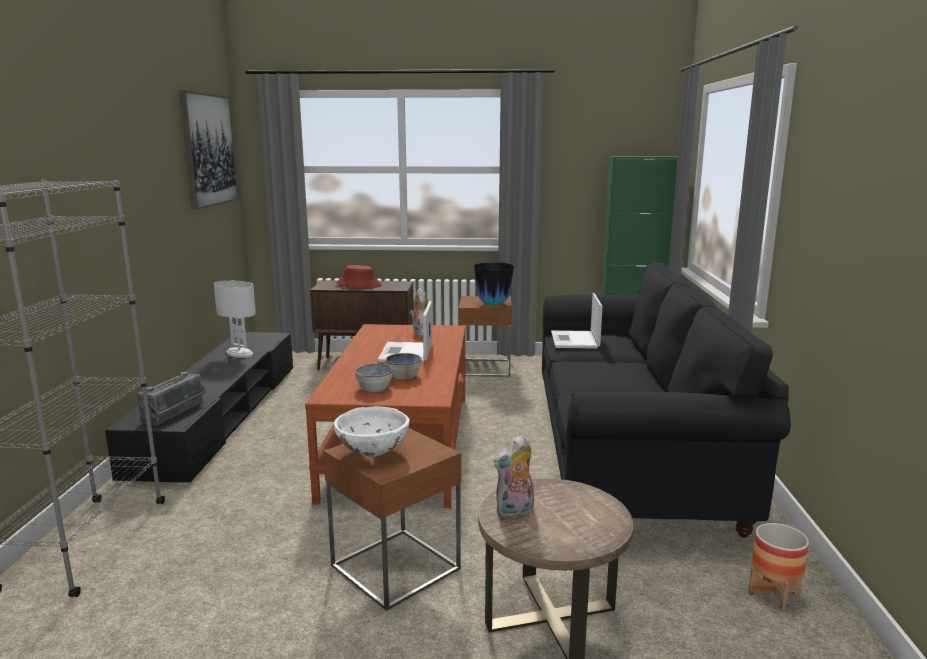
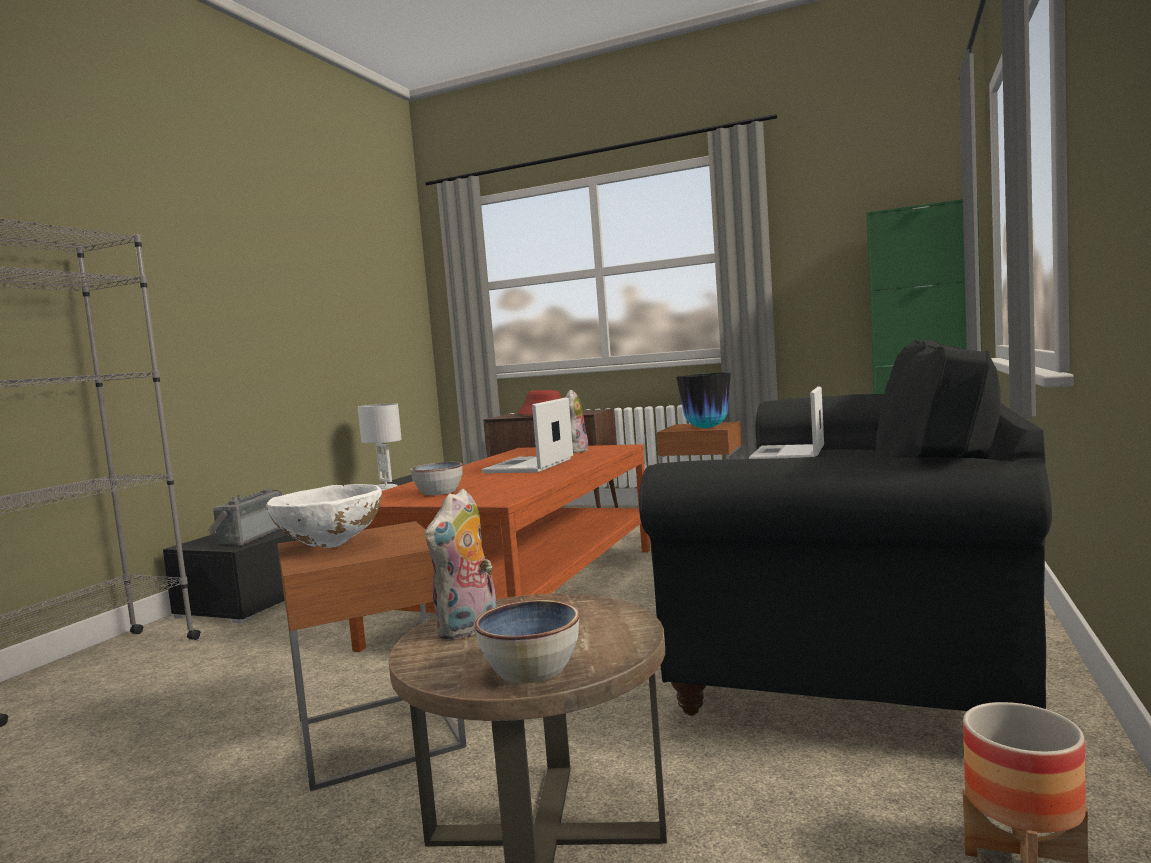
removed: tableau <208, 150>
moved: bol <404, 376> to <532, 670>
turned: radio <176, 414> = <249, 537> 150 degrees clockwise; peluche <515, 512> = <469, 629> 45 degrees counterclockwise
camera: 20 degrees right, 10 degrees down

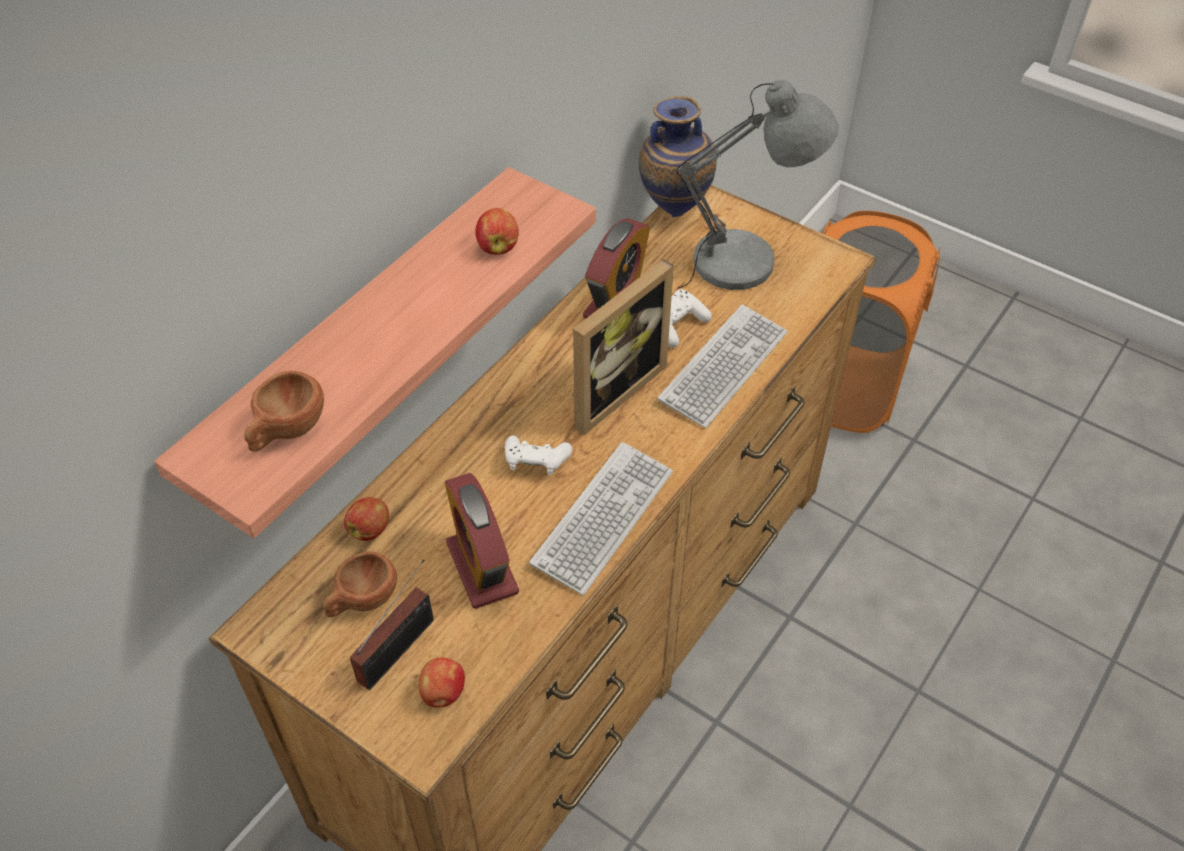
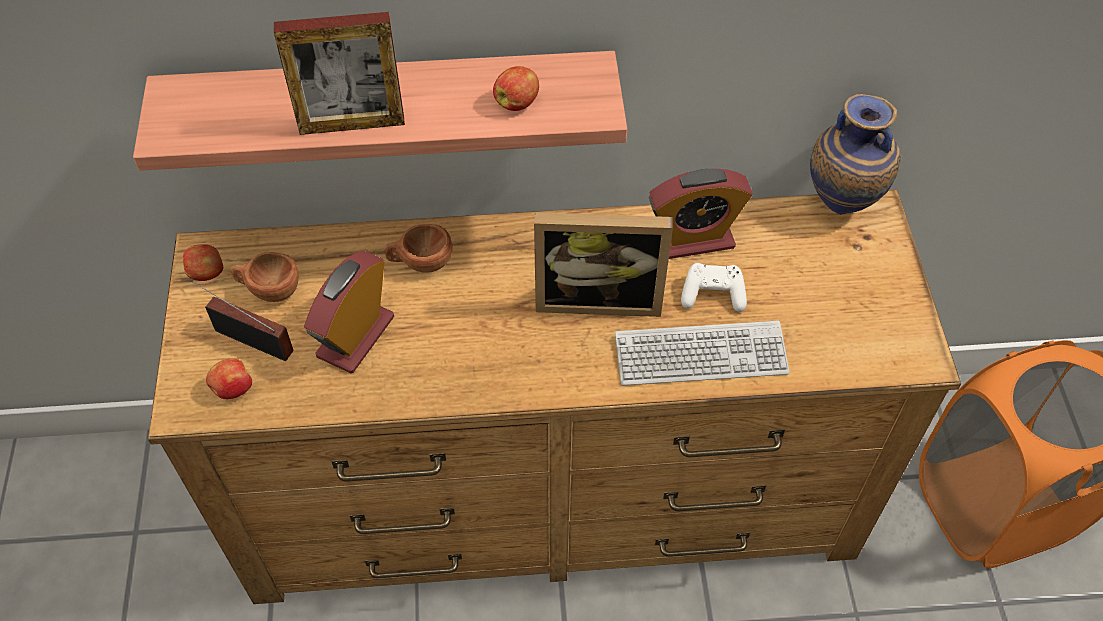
removed: manette (blanc) <536, 463>; clavier <603, 518>; lampe de table (gris) <745, 263>
added: cadre photo <352, 124>
moved: tasse (marron) <286, 431> to <420, 263>; pomme <370, 529> to <207, 273>
turned: radio <401, 647> = <250, 338> 150 degrees counterclockwise
camera: 50 degrees right, 5 degrees up

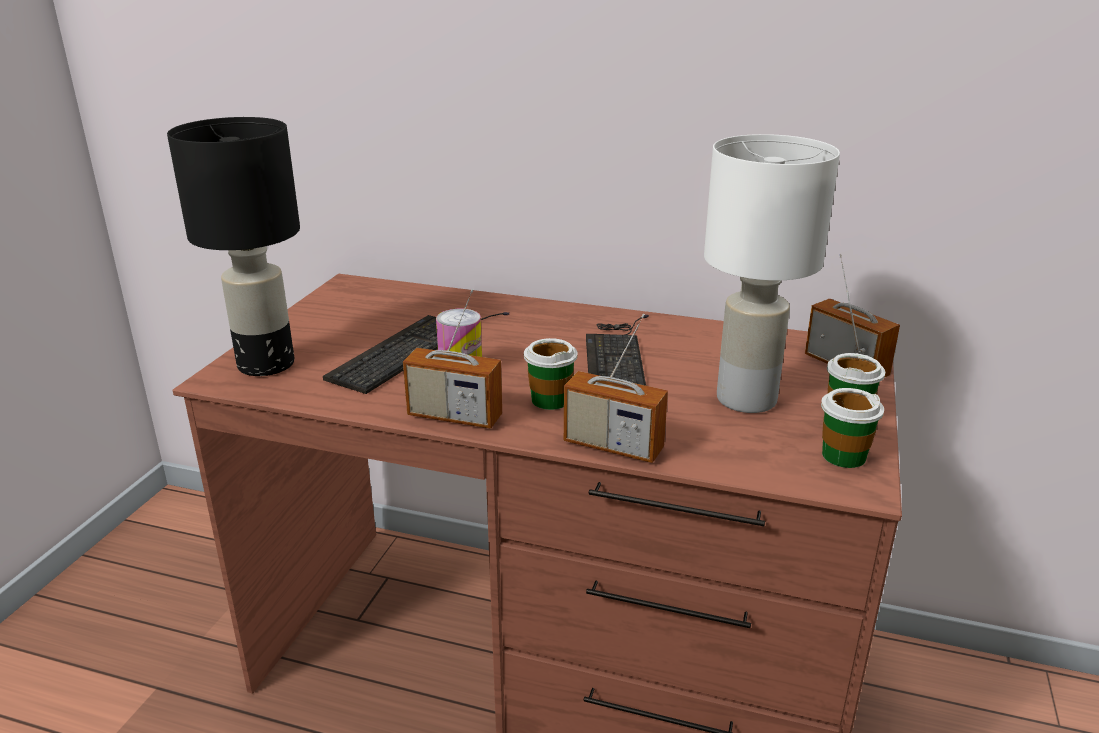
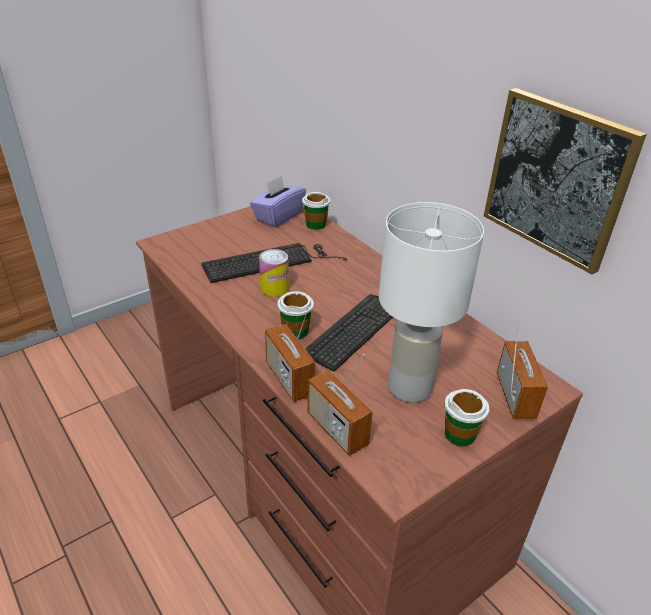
removed: lampe de table (noir) <264, 364>
added: boîte à mouchoirs (violet) <278, 216>; tableau <557, 179>
moved: radio <454, 416> to <337, 429>; tasse <843, 456> to <315, 224>
camera: 35 degrees right, 10 degrees up

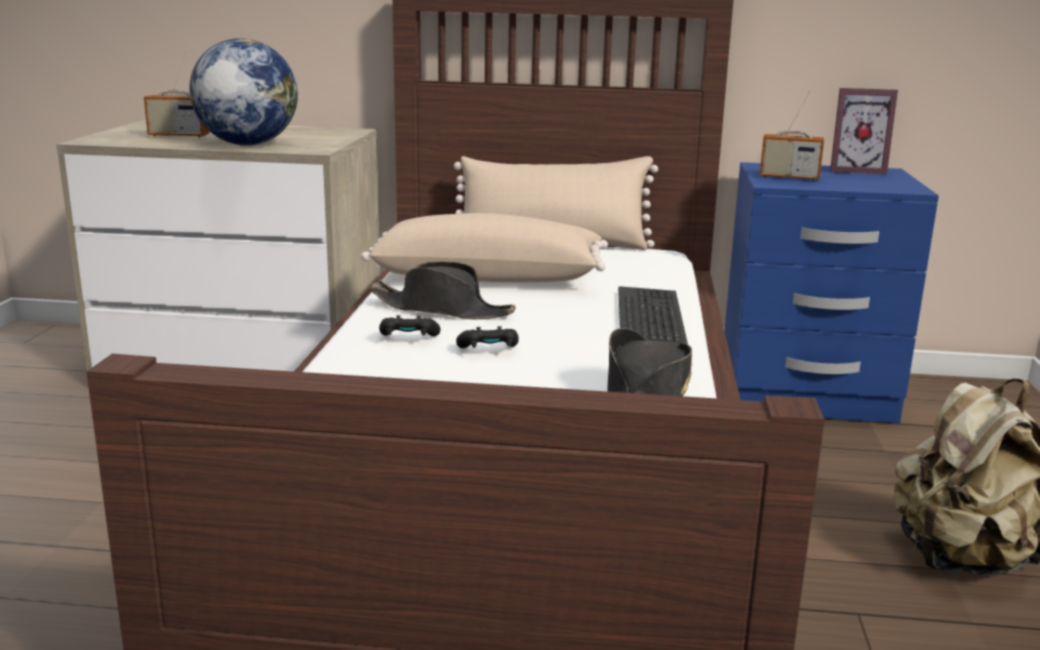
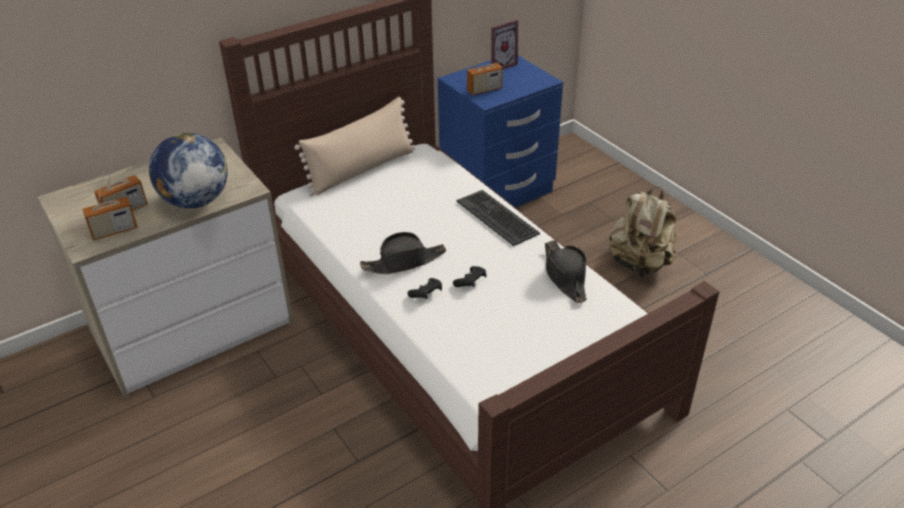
removed: coussin (beige) <488, 277>
added: radio <114, 231>
camera: 40 degrees left, 20 degrees up

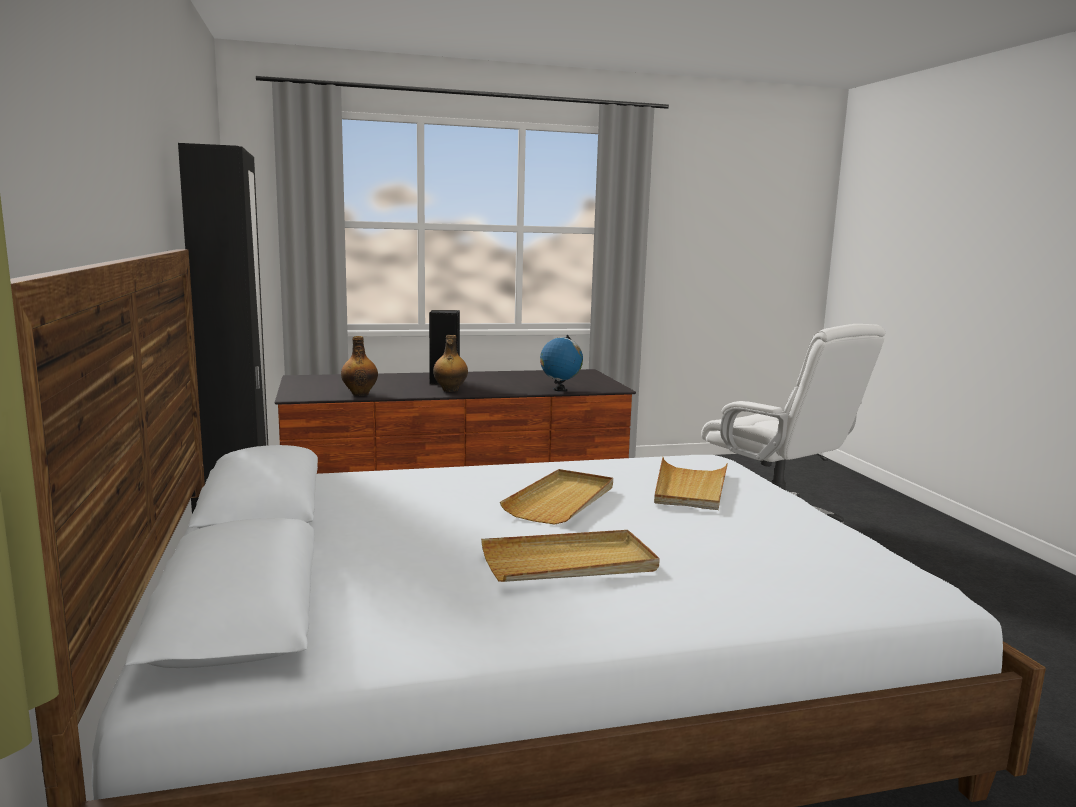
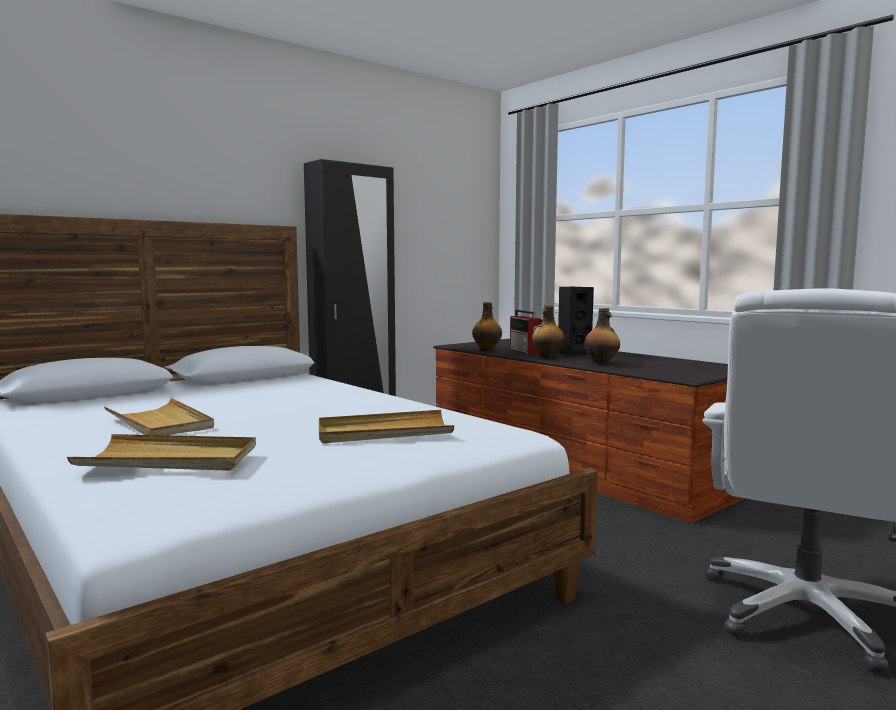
removed: globe <560, 390>
added: radio <525, 351>; bouteille <601, 363>
moved: plateau (beige) <562, 500> to <169, 459>
camera: 65 degrees right, 5 degrees down

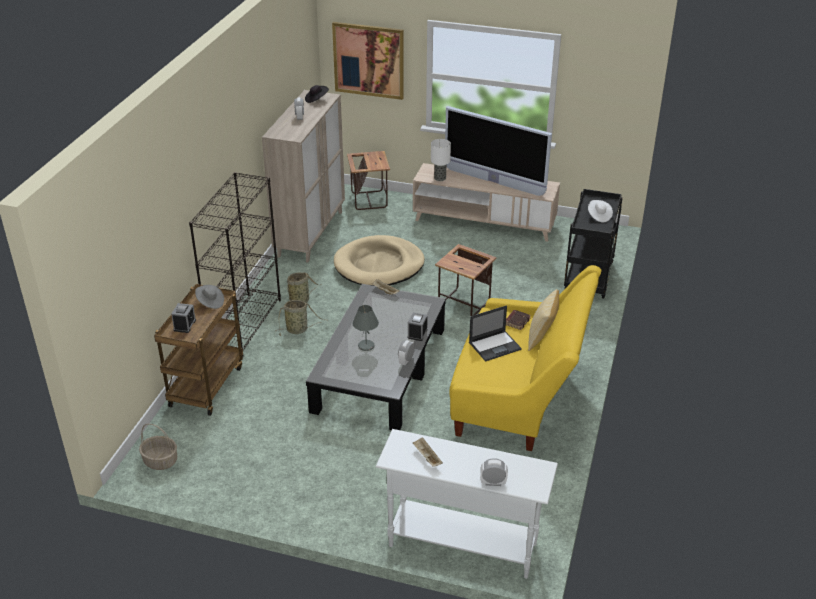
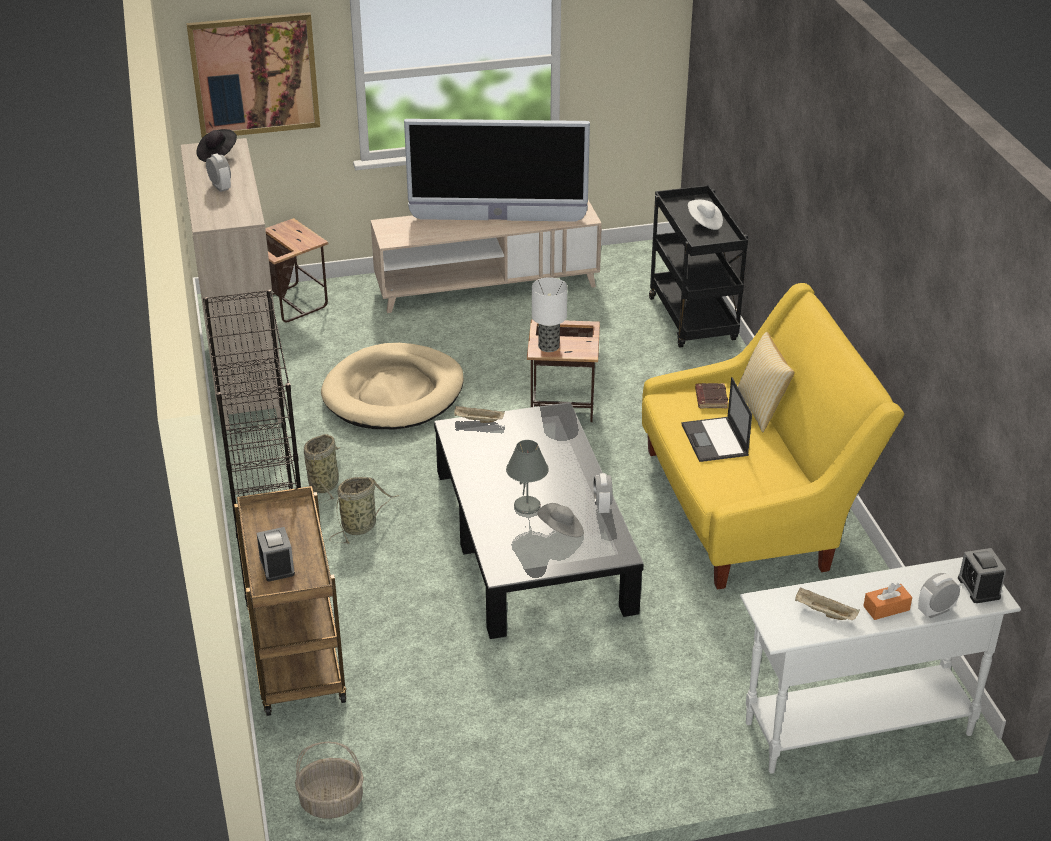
added: boîte à mouchoirs (orange) <886, 608>
moved: chapeau (gris) <210, 302> to <561, 530>; réveil <417, 333> to <978, 588>; lampe de table <439, 178> to <548, 346>
turned: ordinateur portable <495, 346> = <715, 440> 135 degrees clockwise
camera: 30 degrees left, 0 degrees up

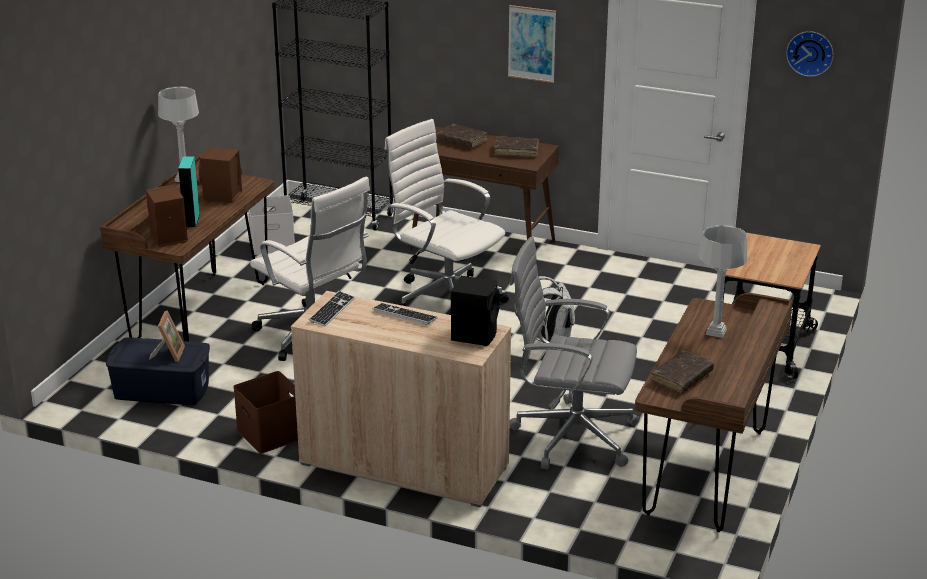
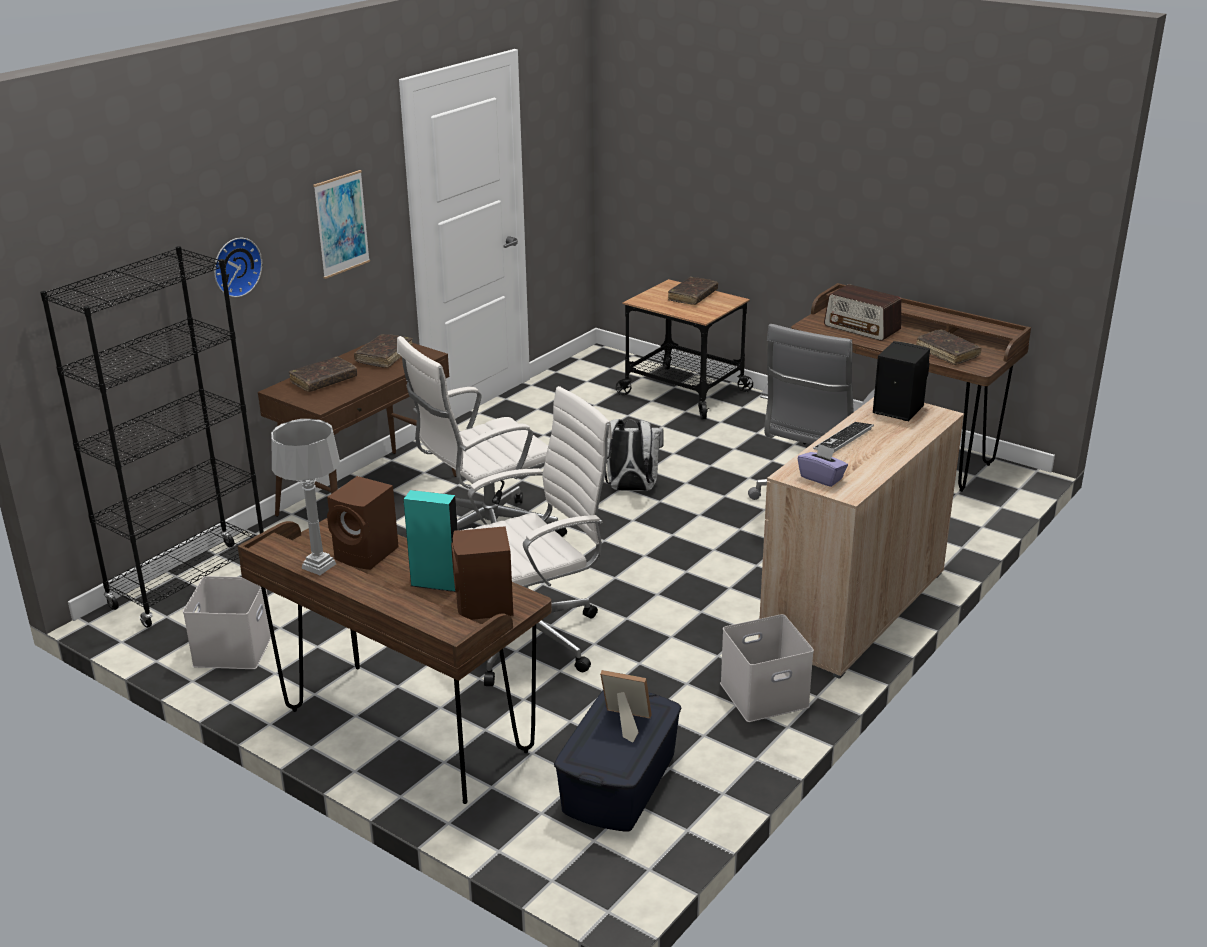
added: livre (marron) <692, 296>
moved: horloge murale <810, 52> to <235, 266>
replaced: clavier <332, 310> to boîte à mouchoirs (violet) <821, 478>; lampe de table (gris) <716, 332> to radio <862, 328>
recoloured: boîte de rangement (marron) <269, 433> to boîte de rangement (blanc) <763, 696>
camera: 75 degrees left, 0 degrees up

